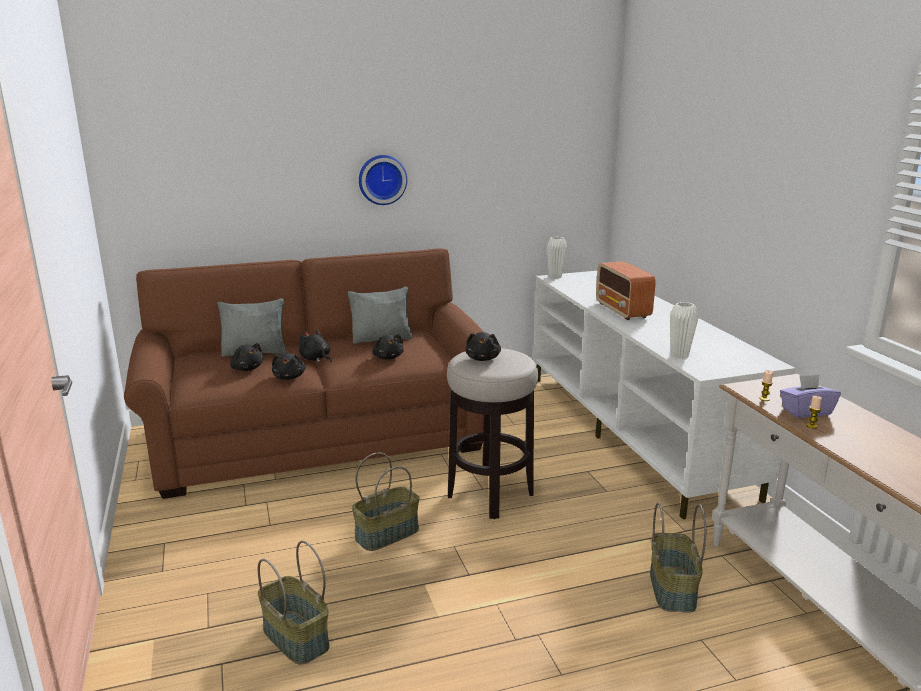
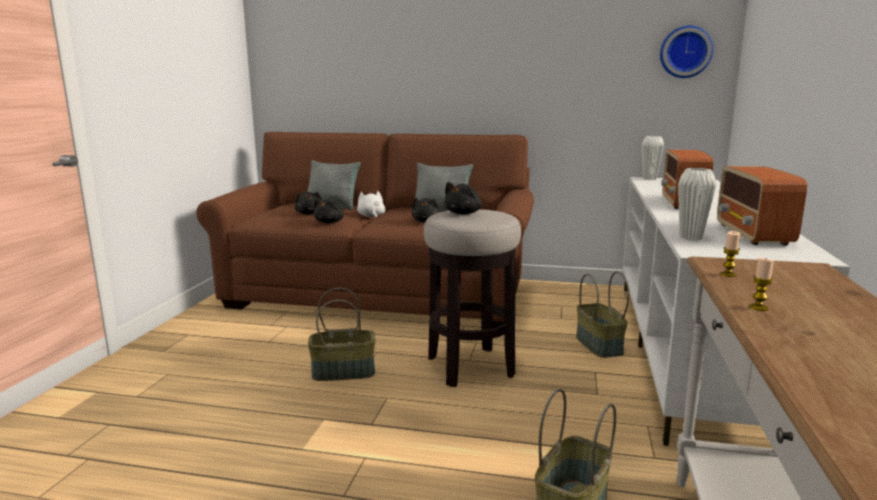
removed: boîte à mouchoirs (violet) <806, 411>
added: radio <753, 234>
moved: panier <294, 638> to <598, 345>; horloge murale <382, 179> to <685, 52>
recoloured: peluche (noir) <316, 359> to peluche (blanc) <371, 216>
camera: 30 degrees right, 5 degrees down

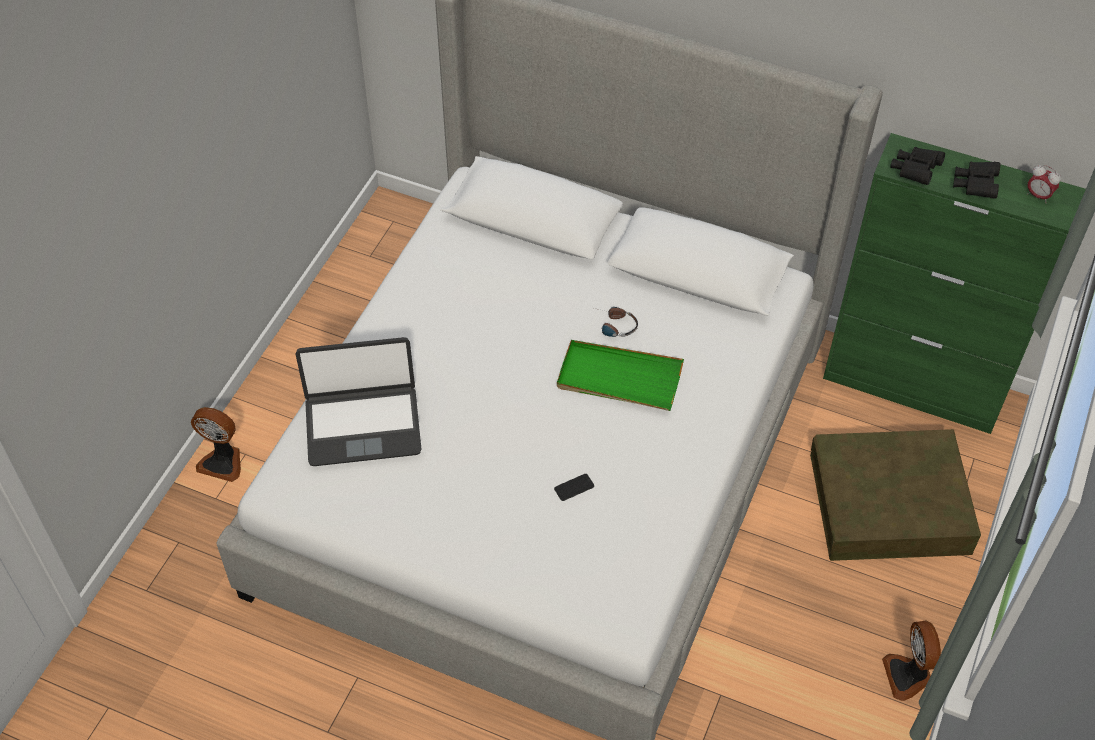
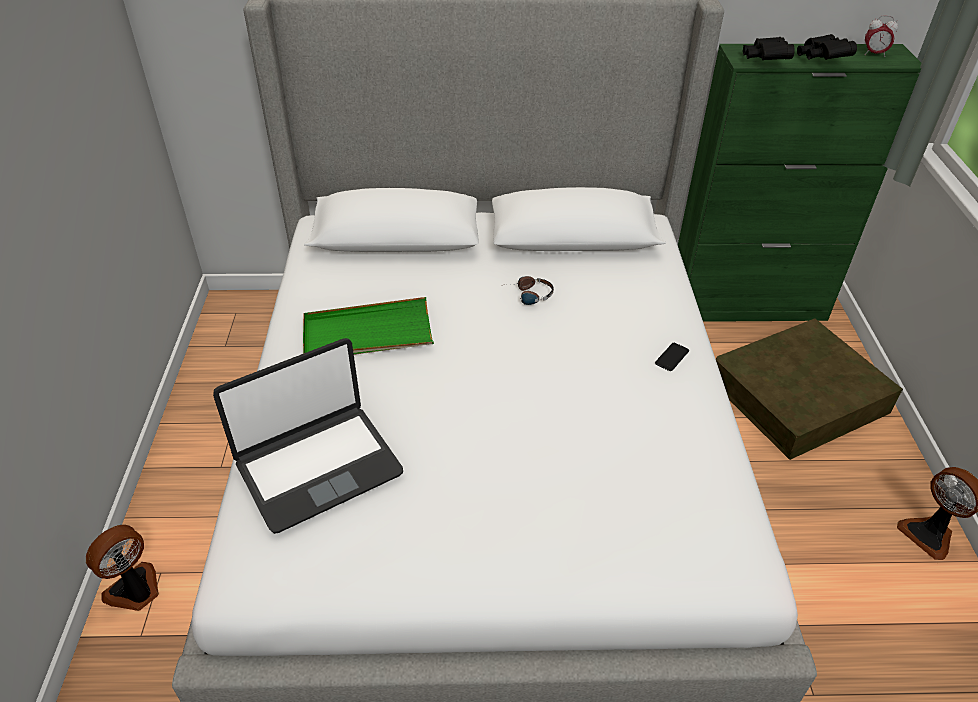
moved: téléphone <574, 487> to <672, 357>; plateau (vert) <619, 378> to <367, 334>
turned: ventilateur <223, 461> = <135, 590> 135 degrees clockwise
camera: 25 degrees left, 10 degrees down

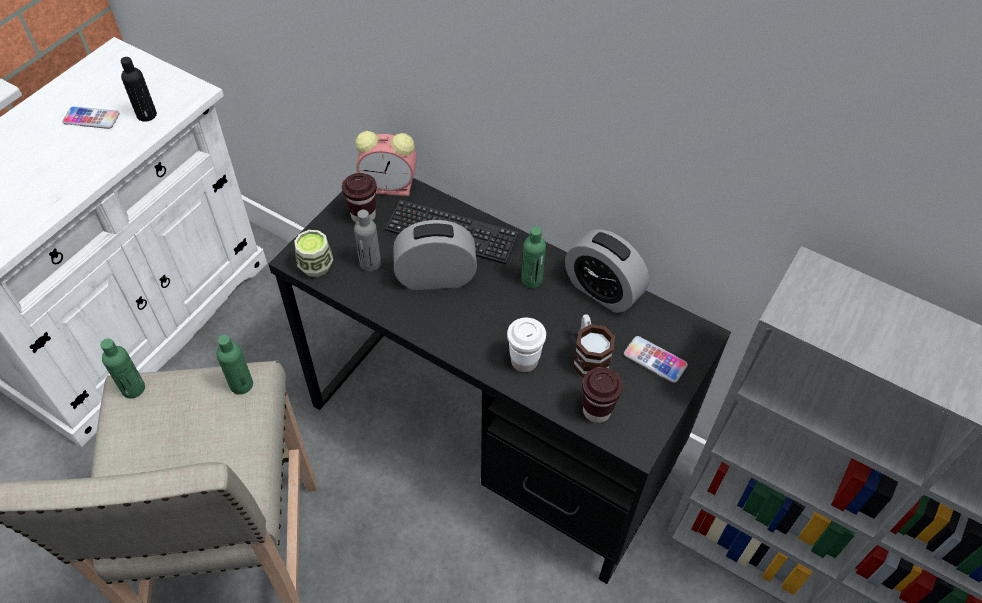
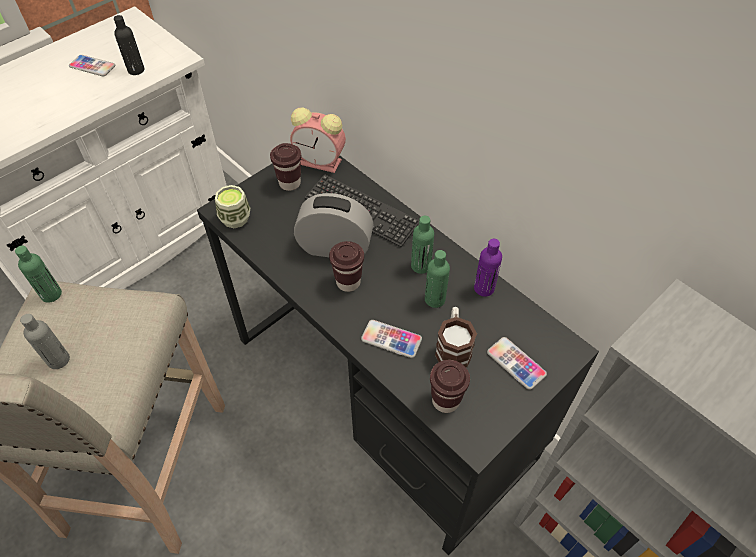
added: tasse (marron) <348, 282>
moved: bouteille (vert) <241, 385> to <434, 299>; bouteille (gris) <370, 263> to <58, 360>
replaced: tasse (blanc) <524, 361> to téléphone <391, 339>; réveil <602, 291> to bouteille (violet) <484, 288>
camera: 15 degrees right, 0 degrees up

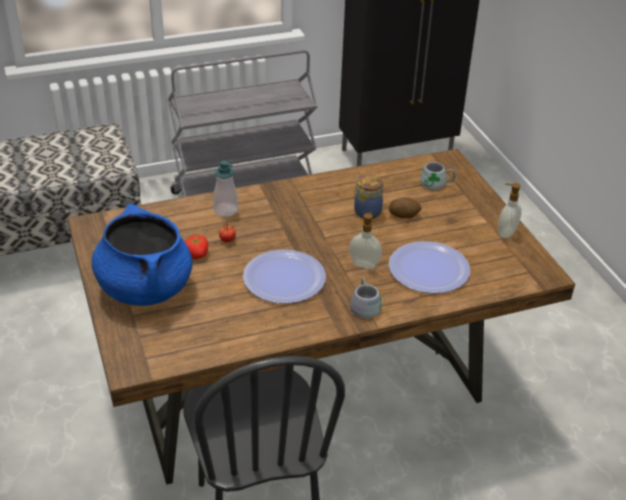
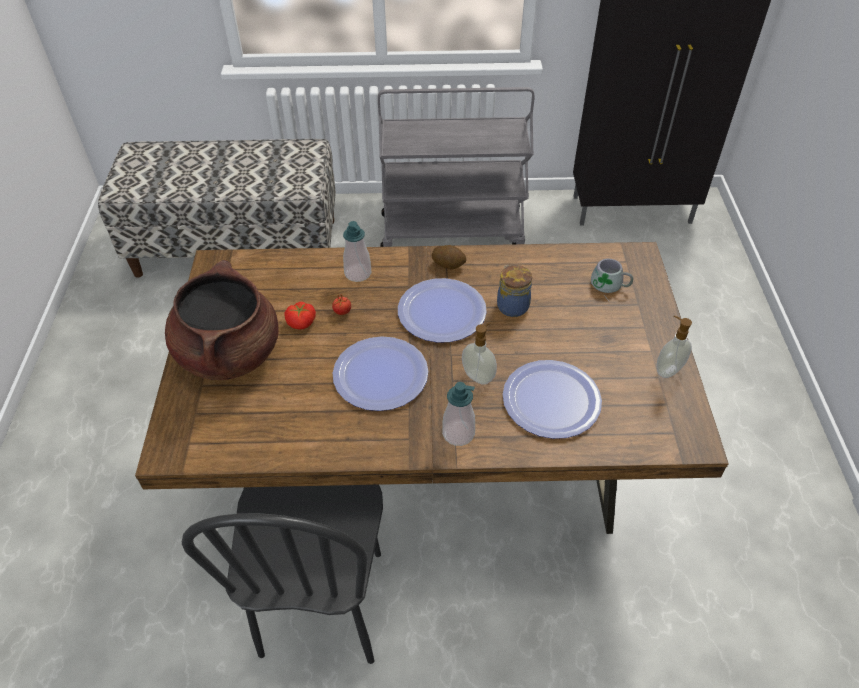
added: assiette <441, 312>
moved: pomme de terre <404, 215> to <448, 264>
replaced: mug (gris) <368, 305> to distributeur de savon <458, 433>
recoloured: marmite (bleu) <145, 288> to marmite (marron) <230, 353>
camera: 20 degrees right, 10 degrees up

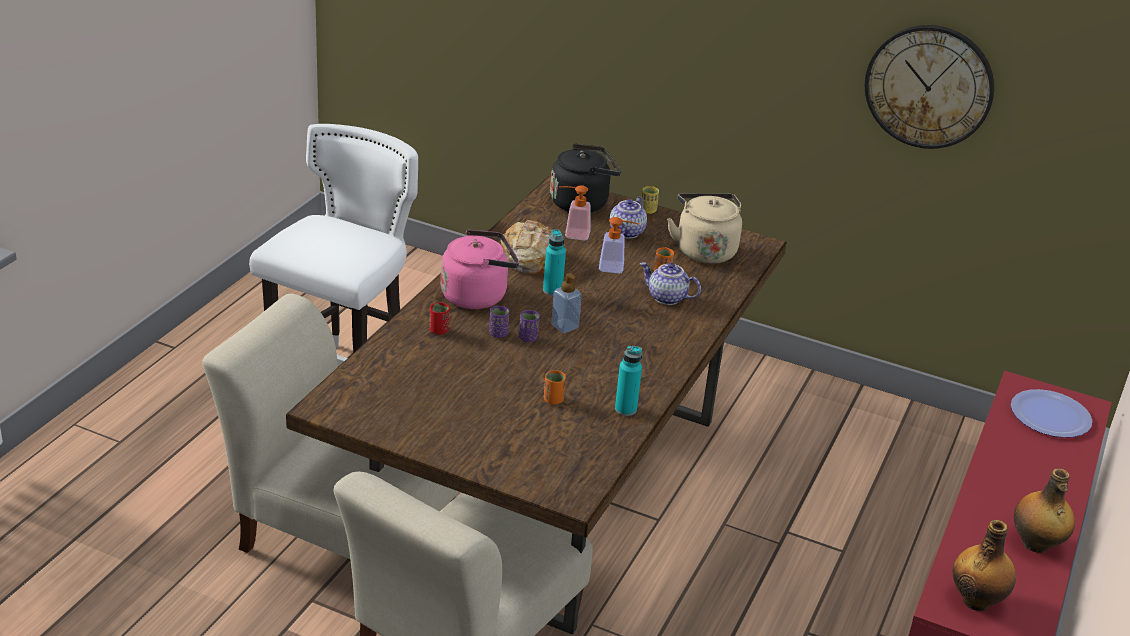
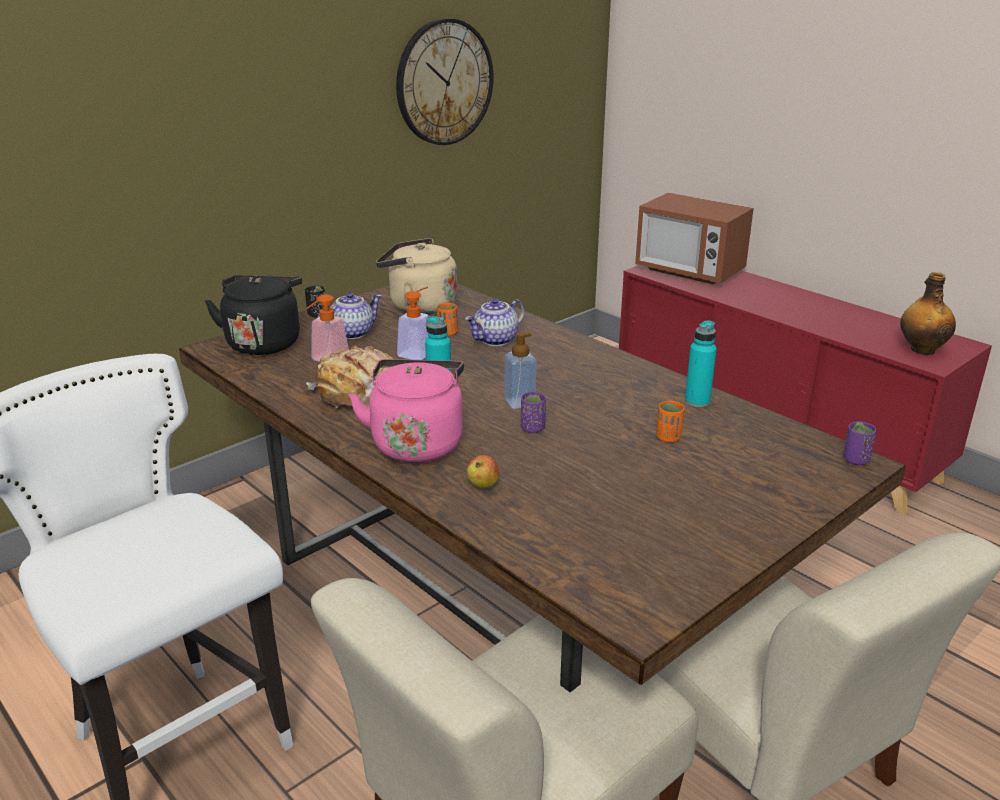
removed: bouteille <1035, 544>
moved: tasse (violet) <498, 334> to <855, 460>
replaced: tasse (rouge) <439, 330> to pomme <483, 485>; assiette <1050, 416> to micro-ondes <689, 271>
recoloured: tasse (jaune) <648, 210> to tasse (noir) <317, 314>
turned: théière <627, 233> = <352, 333> 90 degrees counterclockwise
camera: 65 degrees left, 5 degrees down

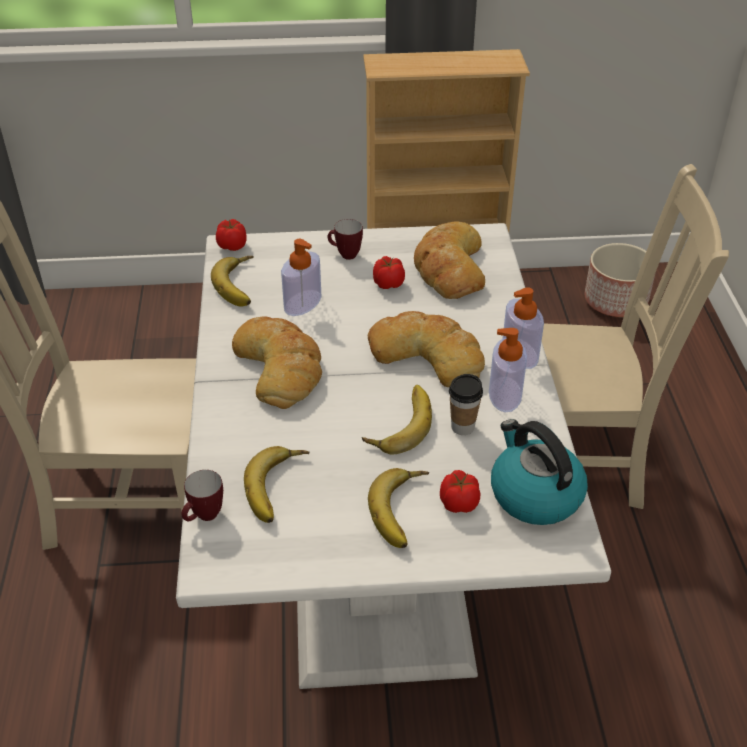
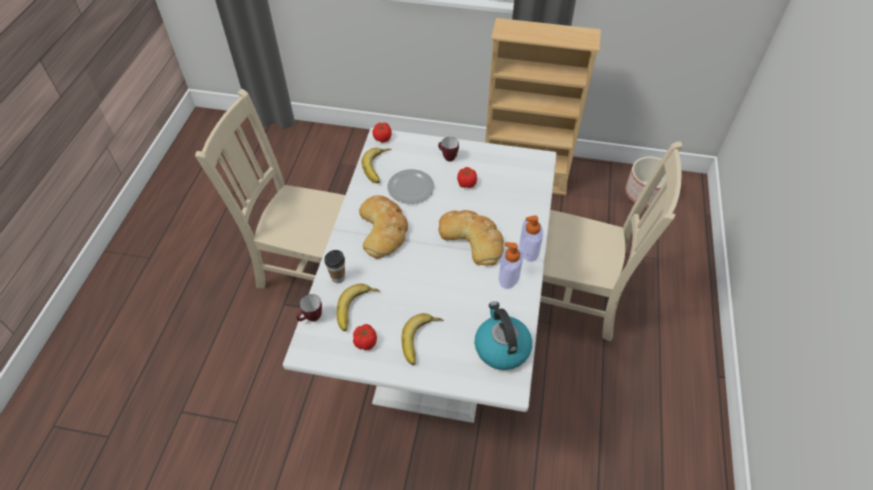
removed: banane <399, 423>; pain <449, 268>
moved: tomate <458, 502> to <365, 341>; tasse <462, 427> to <338, 277>
replaced: distributeur de savon <302, 303> to assiette <411, 187>
camera: 15 degrees right, 10 degrees up

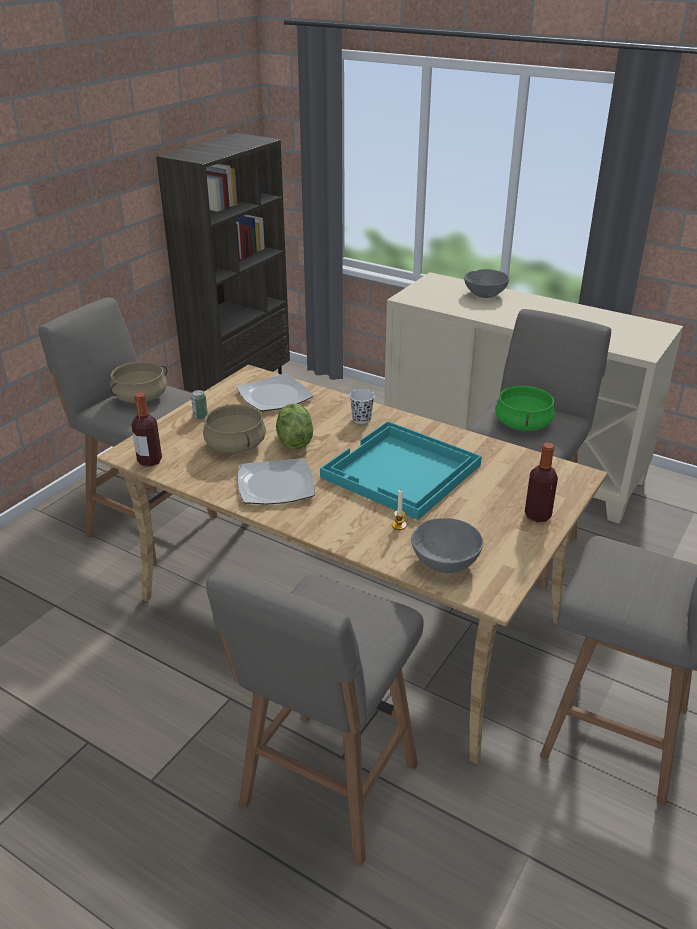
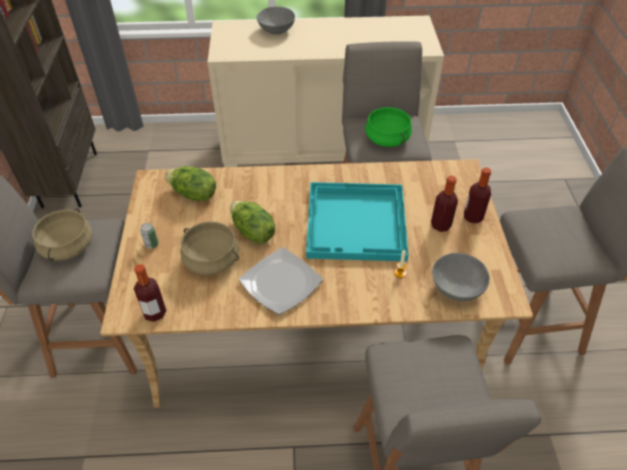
removed: tasse (blanc) <361, 419>
added: bouteille <440, 225>
replaced: assiette <274, 396> to laitue <193, 194>
camera: 35 degrees left, 15 degrees up

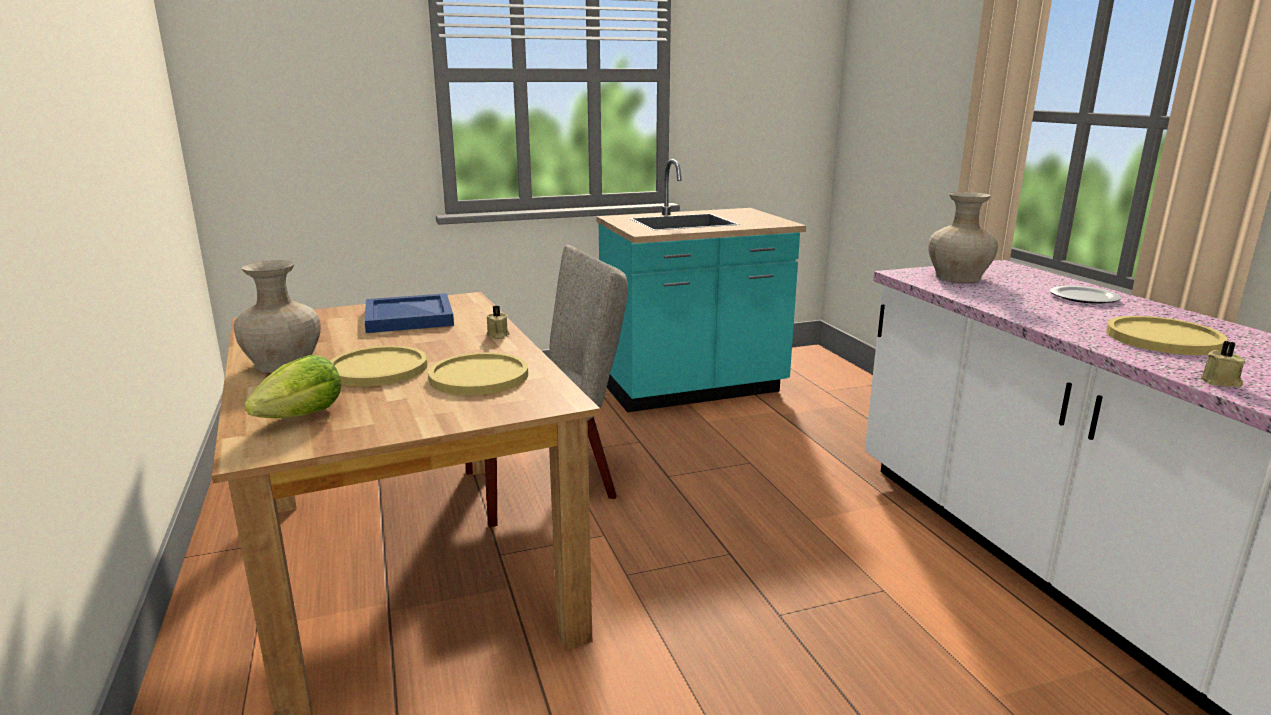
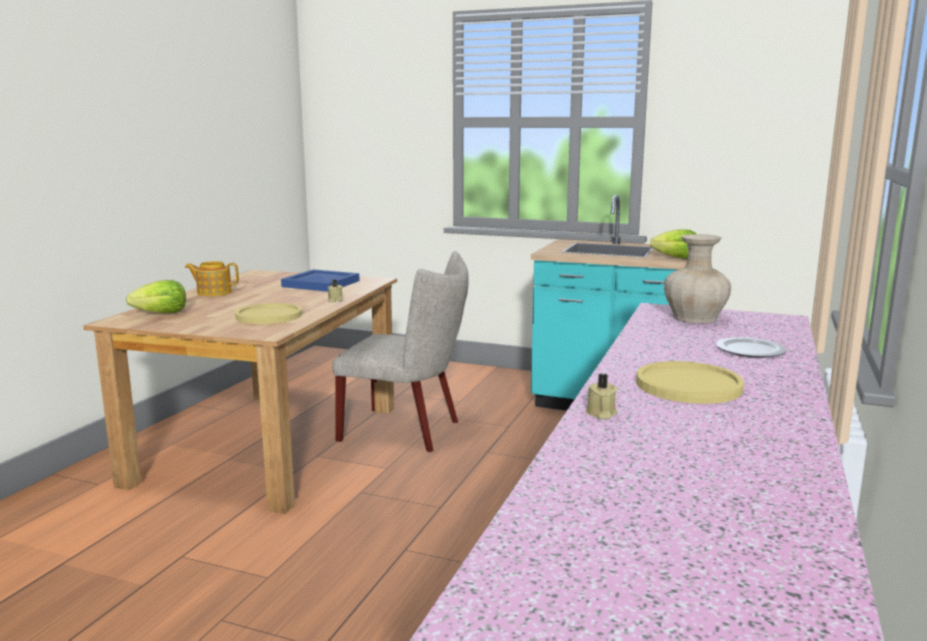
removed: assiette (jaune) <378, 369>
added: laitue <676, 258>
replaced: vase (beige) <284, 363> to théière <213, 292>
camera: 40 degrees right, 5 degrees down

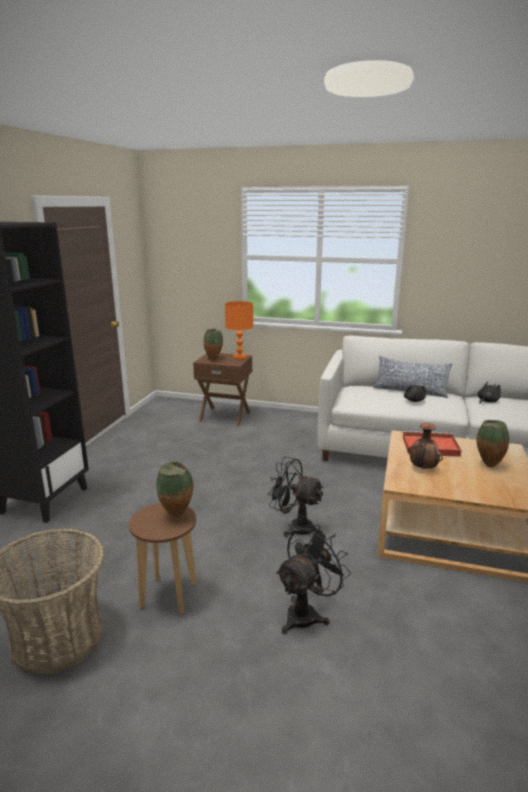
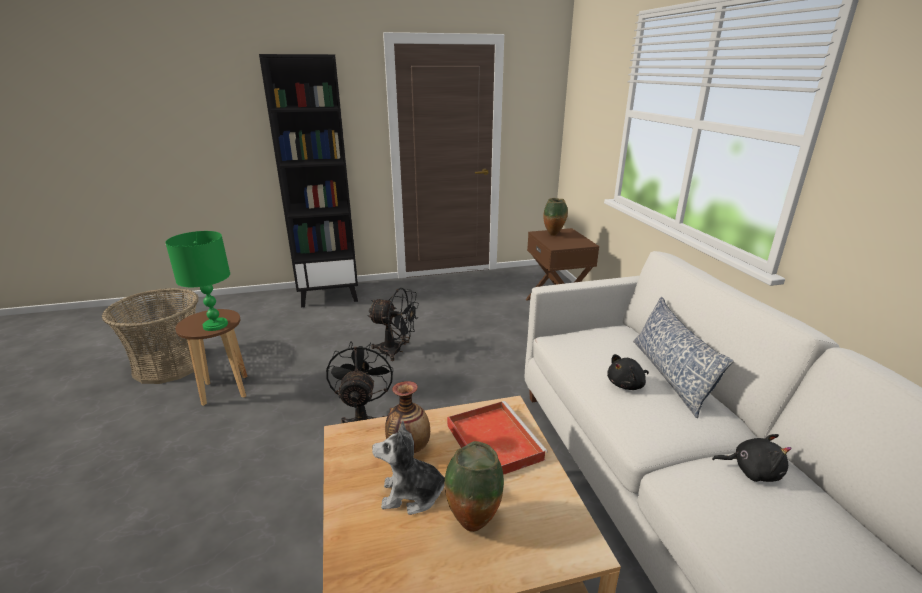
removed: lampe de table (orange) <239, 357>
added: peluche <412, 494>
moved: ventilateur (noir) <307, 613> to <396, 351>
replaced: vase <177, 516> to lampe de table (vert) <215, 325>
camera: 60 degrees right, 5 degrees up

